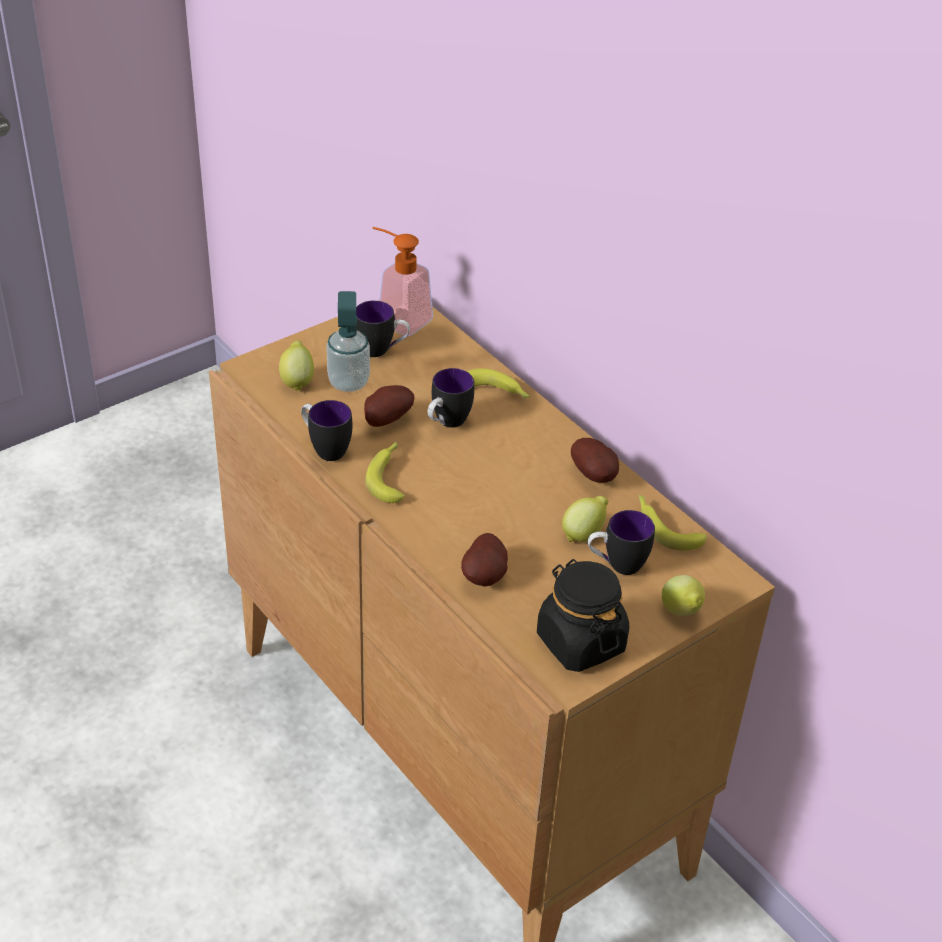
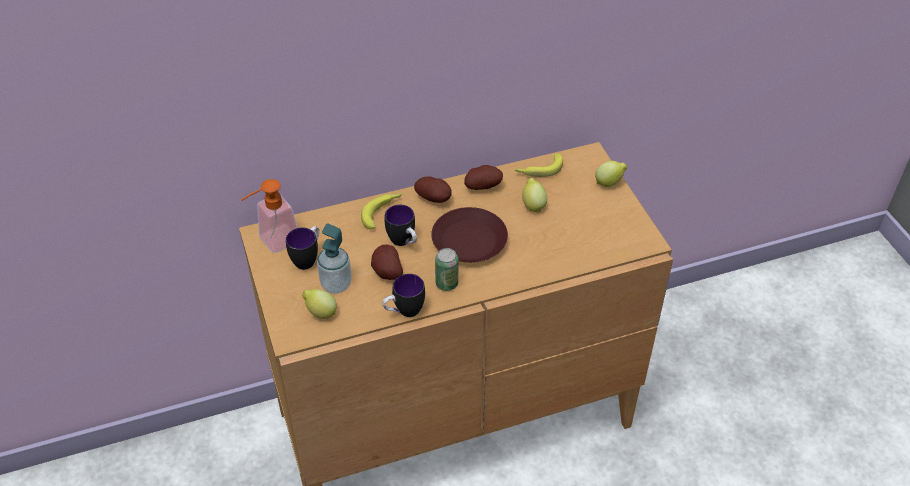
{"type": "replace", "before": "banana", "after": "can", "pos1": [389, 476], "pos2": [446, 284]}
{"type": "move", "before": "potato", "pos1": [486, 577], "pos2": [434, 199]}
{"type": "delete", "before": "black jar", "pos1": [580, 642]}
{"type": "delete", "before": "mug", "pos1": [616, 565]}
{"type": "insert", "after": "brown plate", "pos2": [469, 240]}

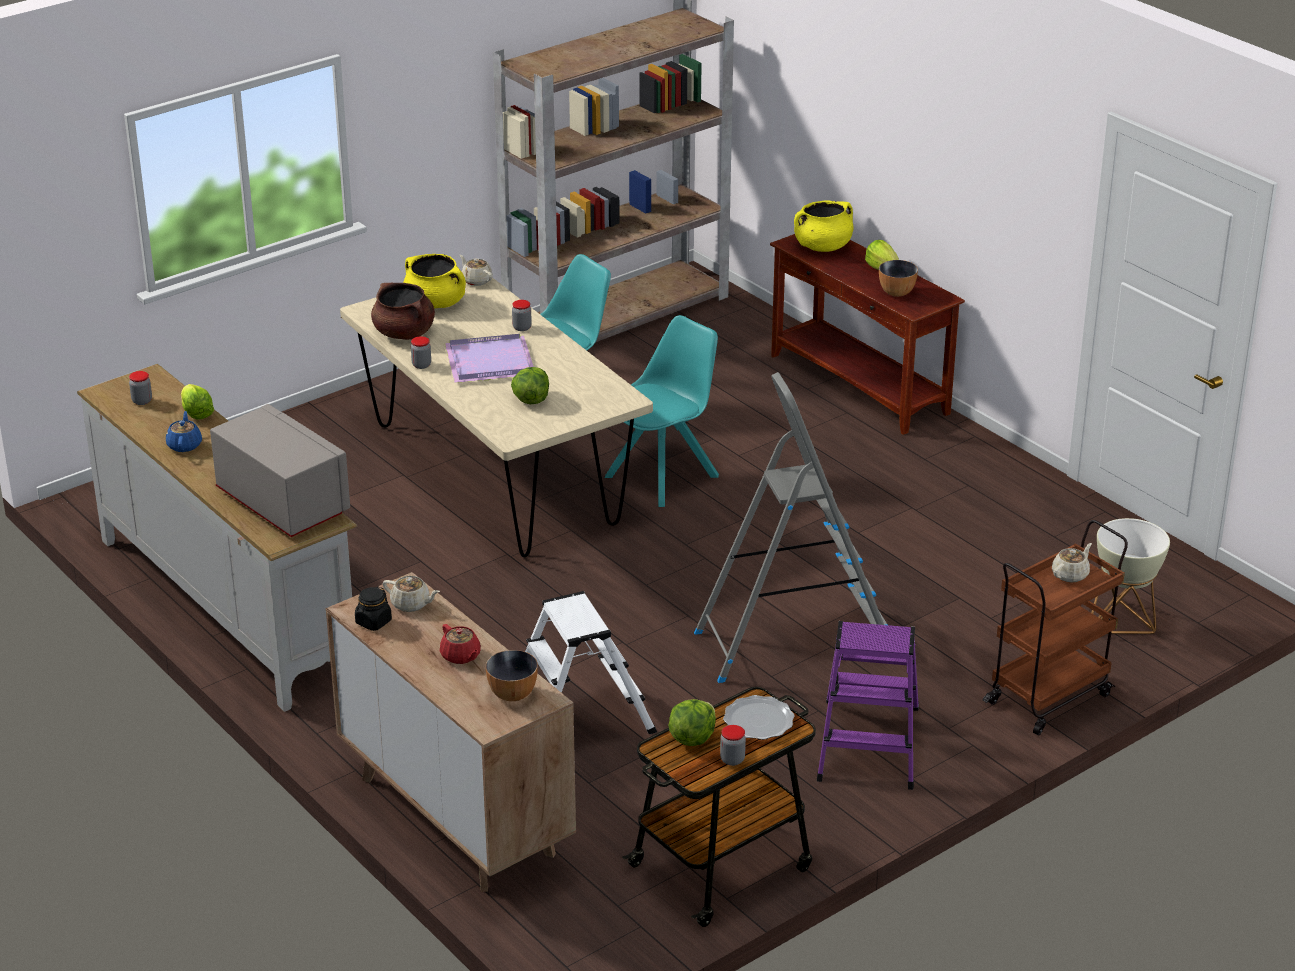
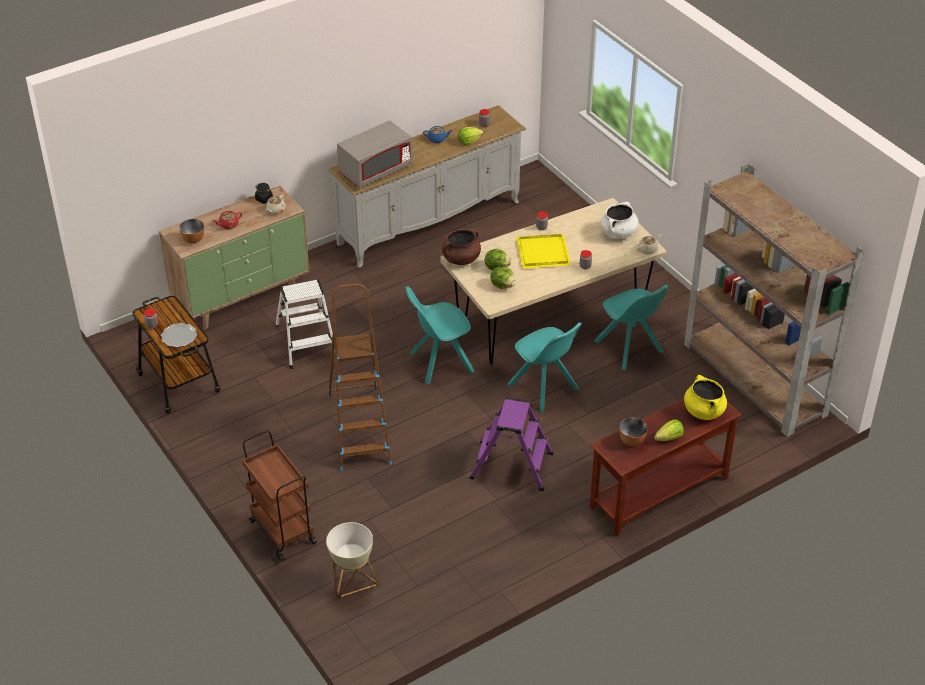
{"type": "move", "before": "brown cooking pot", "pos1": [404, 333], "pos2": [461, 259]}
{"type": "recolor", "before": "yellow cooking pot", "after": "white cooking pot", "pos1": [436, 303], "pos2": [618, 233]}
{"type": "recolor", "before": "purple tray", "after": "yellow tray", "pos1": [488, 361], "pos2": [544, 252]}
{"type": "move", "before": "lettuce", "pos1": [692, 738], "pos2": [503, 285]}
{"type": "recolor", "before": "grey step ladder", "after": "brown step ladder", "pos1": [795, 642], "pos2": [359, 429]}
{"type": "move", "before": "purple step ladder", "pos1": [868, 742], "pos2": [511, 466]}
{"type": "delete", "before": "beige teapot", "pos1": [1070, 574]}
{"type": "insert", "after": "turquoise chair", "pos2": [439, 362]}

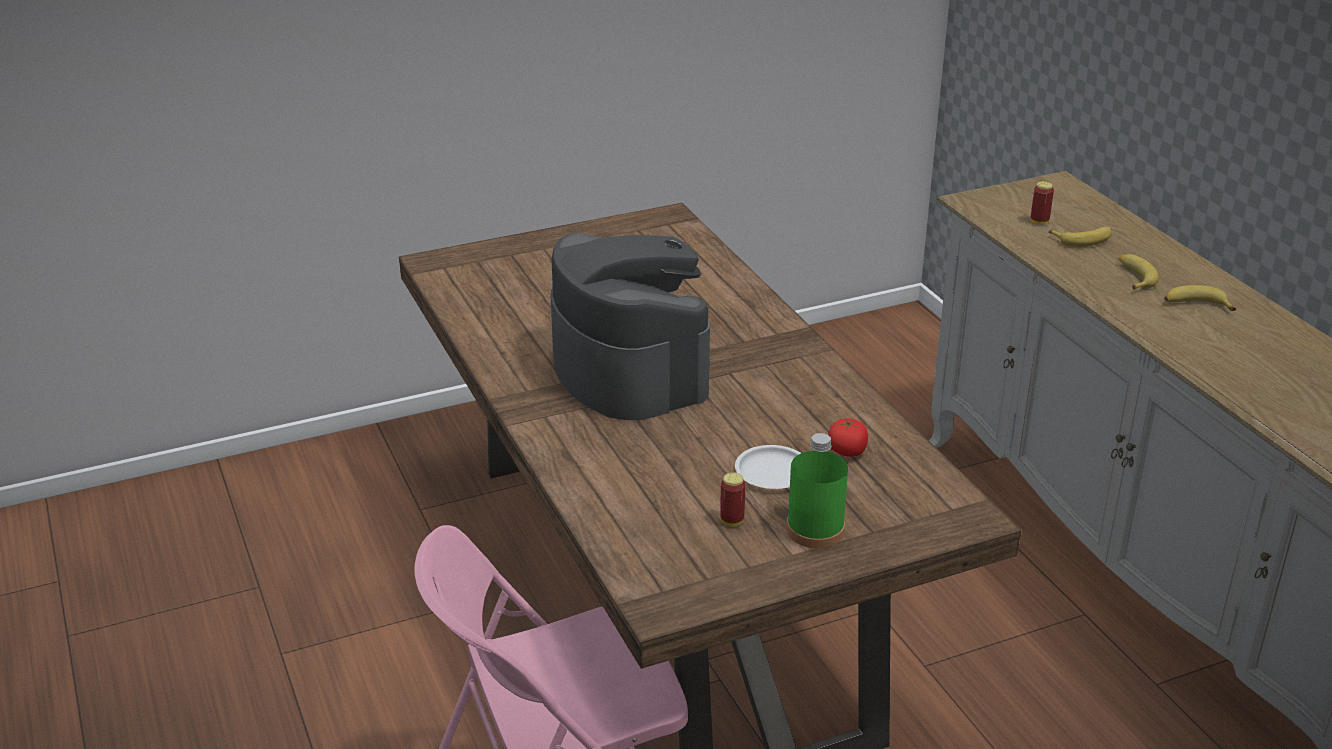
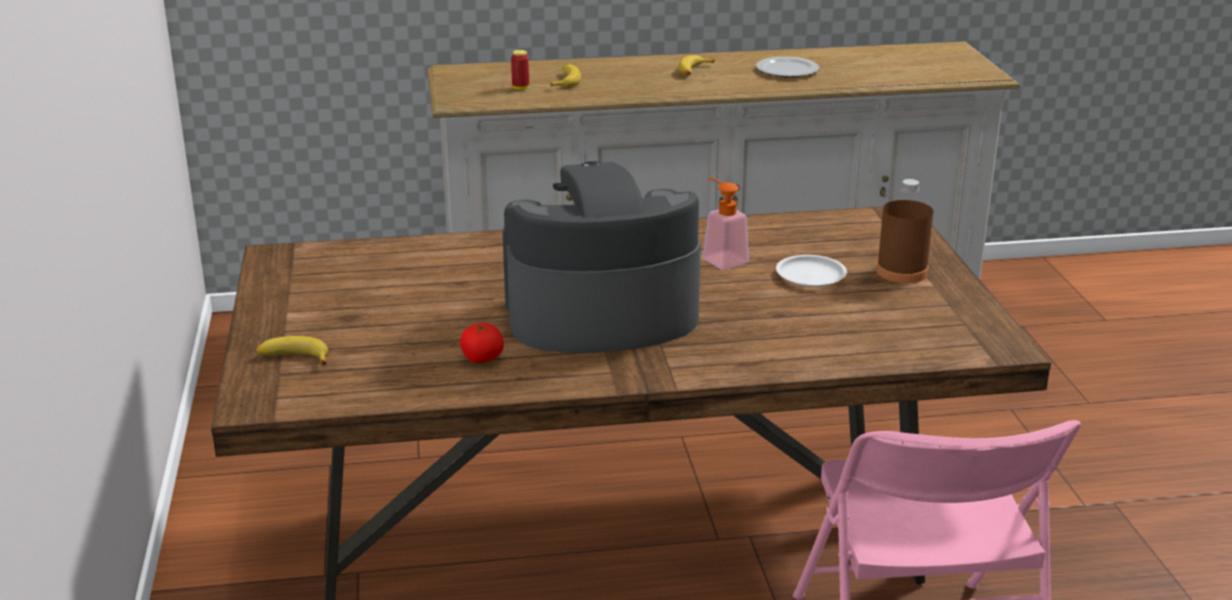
{"type": "delete", "before": "can", "pos1": [732, 521]}
{"type": "recolor", "before": "green bottle", "after": "brown bottle", "pos1": [815, 530], "pos2": [901, 272]}
{"type": "move", "before": "tomato", "pos1": [847, 451], "pos2": [482, 359]}
{"type": "move", "before": "banana", "pos1": [1133, 277], "pos2": [293, 359]}
{"type": "insert", "after": "soap dispenser", "pos2": [720, 258]}
{"type": "insert", "after": "plate", "pos2": [788, 70]}

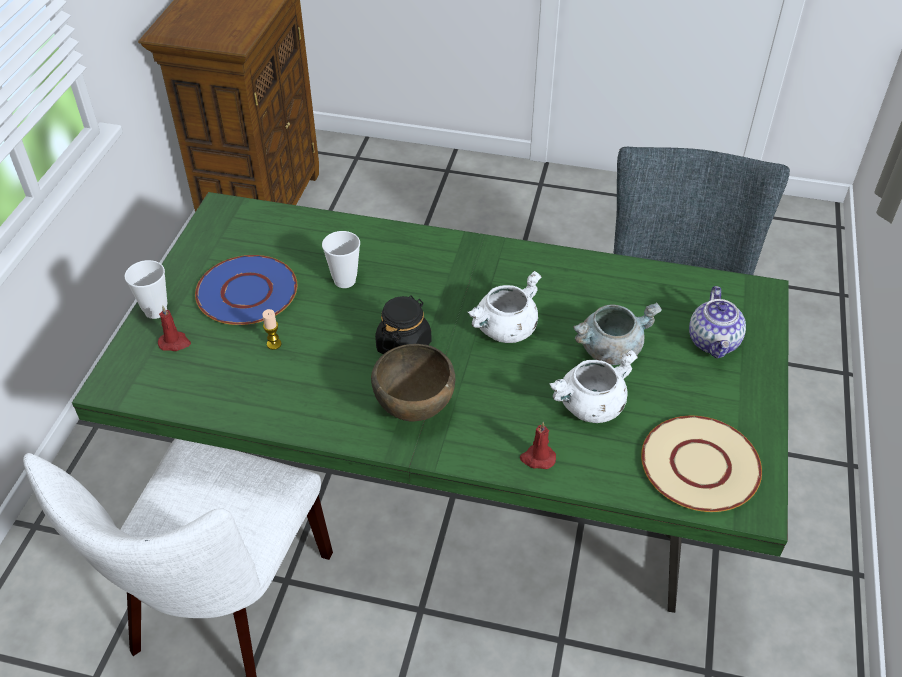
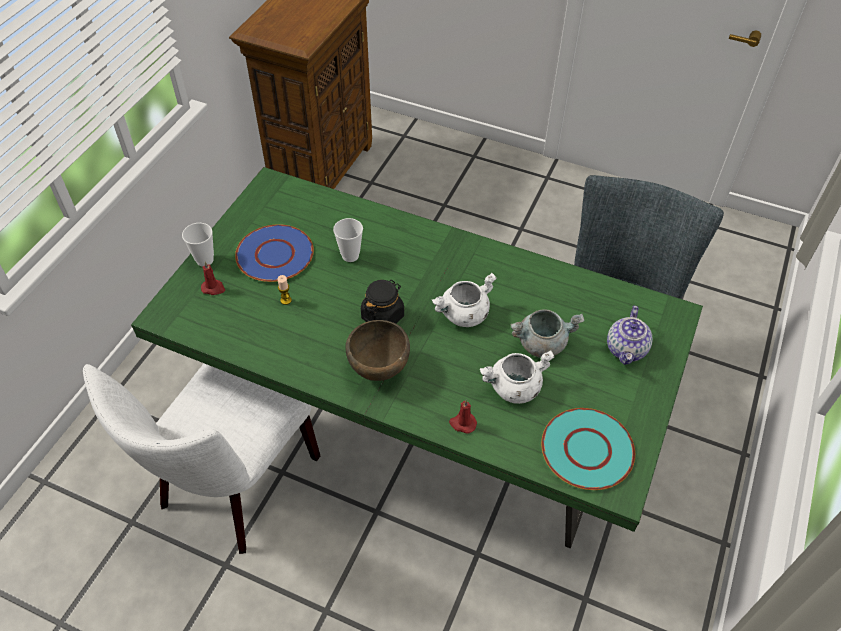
{"type": "recolor", "before": "beige plate", "after": "turquoise plate", "pos1": [699, 464], "pos2": [586, 449]}

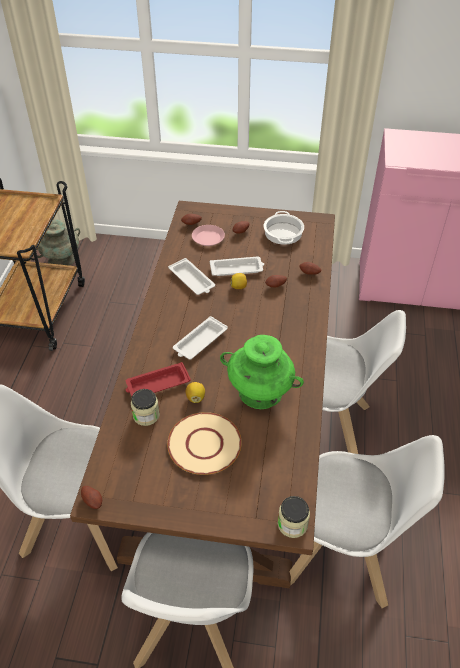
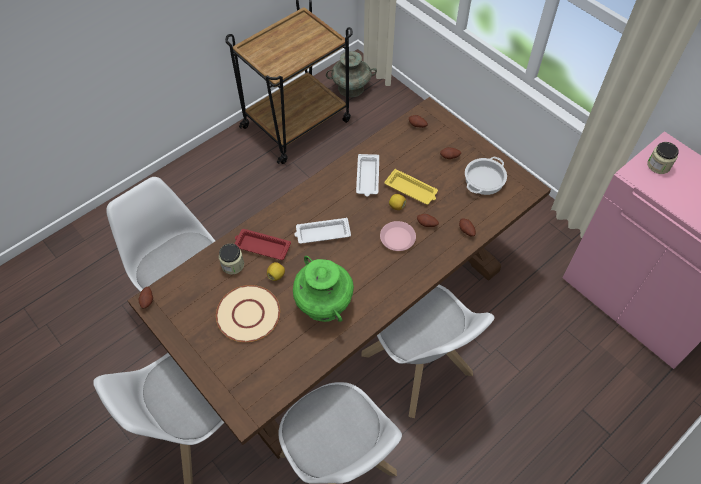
{"type": "move", "before": "pink plate", "pos1": [208, 238], "pos2": [397, 238]}
{"type": "recolor", "before": "white tray", "after": "yellow tray", "pos1": [237, 269], "pos2": [411, 190]}
{"type": "move", "before": "jar", "pos1": [292, 524], "pos2": [658, 165]}

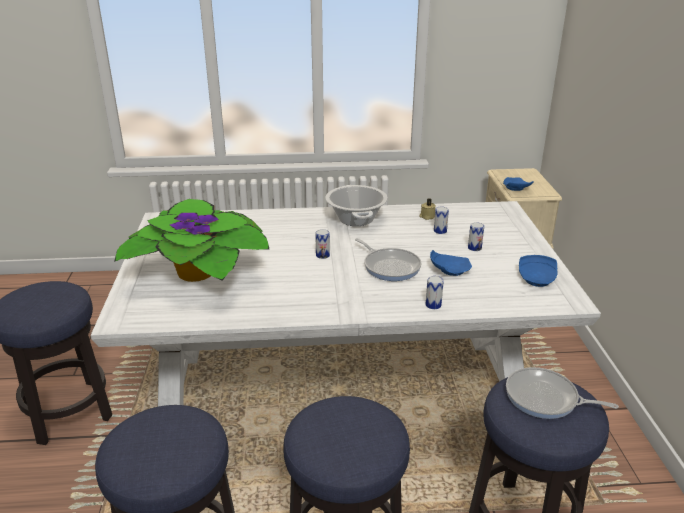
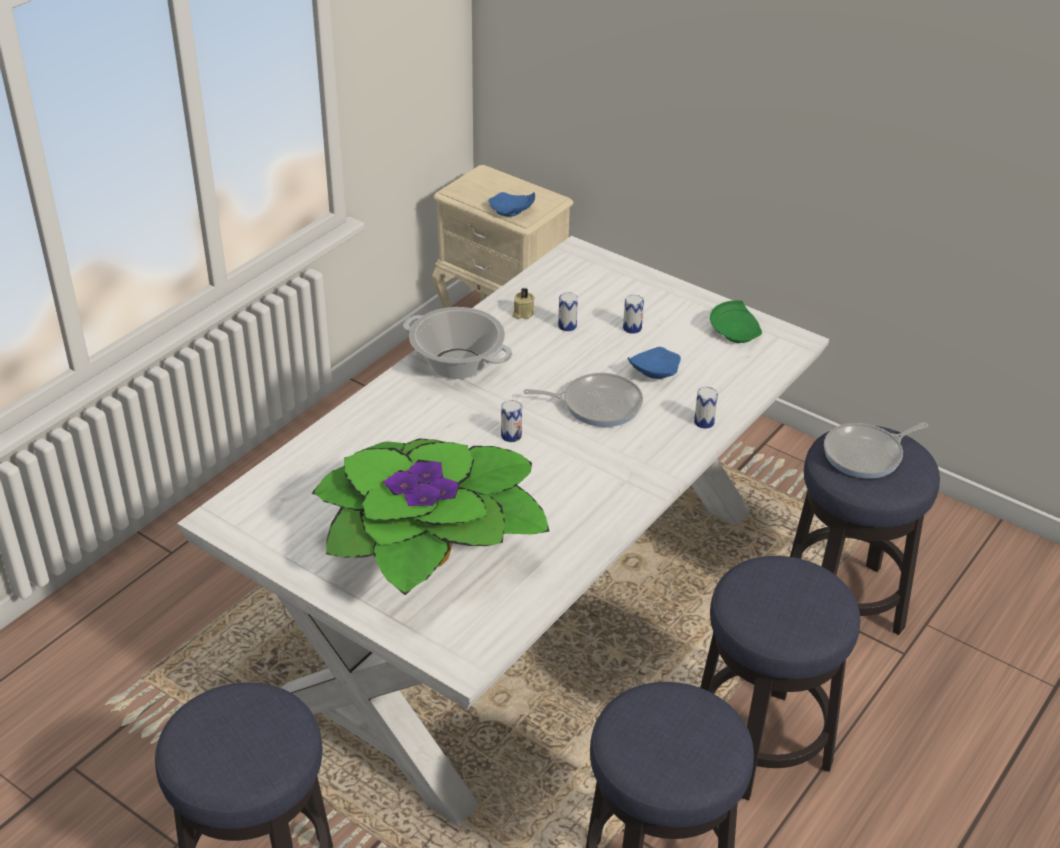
{"type": "recolor", "before": "blue plate", "after": "green plate", "pos1": [537, 278], "pos2": [735, 332]}

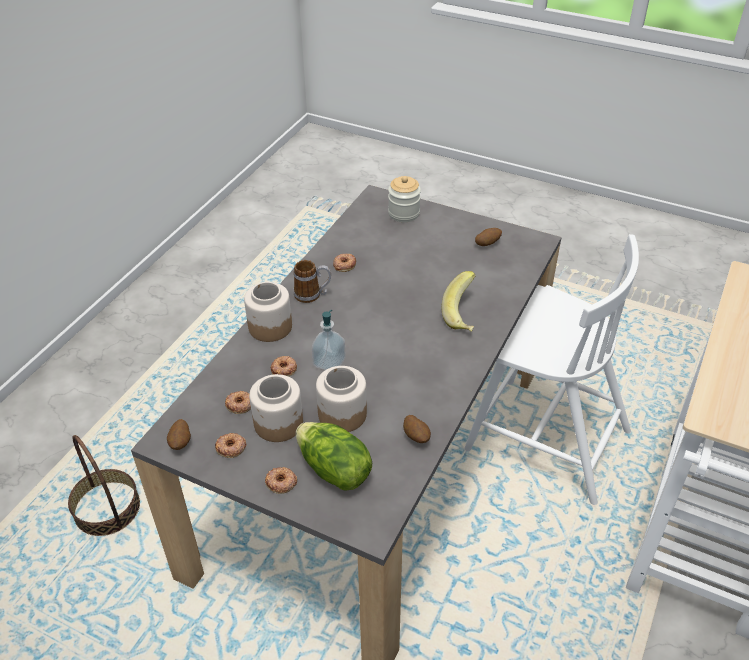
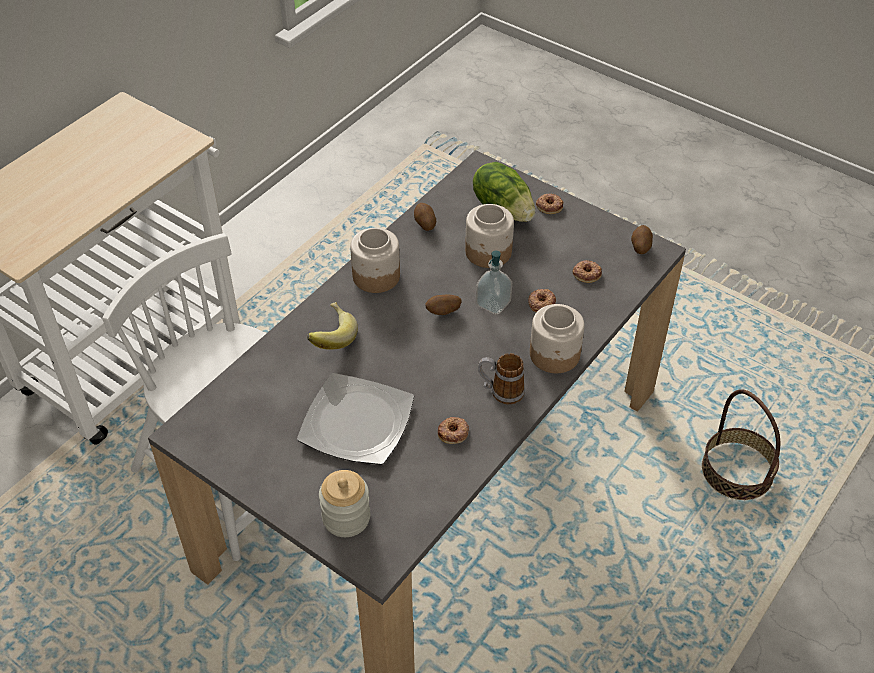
{"type": "delete", "before": "donut", "pos1": [231, 447]}
{"type": "move", "before": "jar", "pos1": [279, 423], "pos2": [375, 276]}
{"type": "move", "before": "potato", "pos1": [487, 244], "pos2": [443, 312]}
{"type": "insert", "after": "plate", "pos2": [356, 421]}

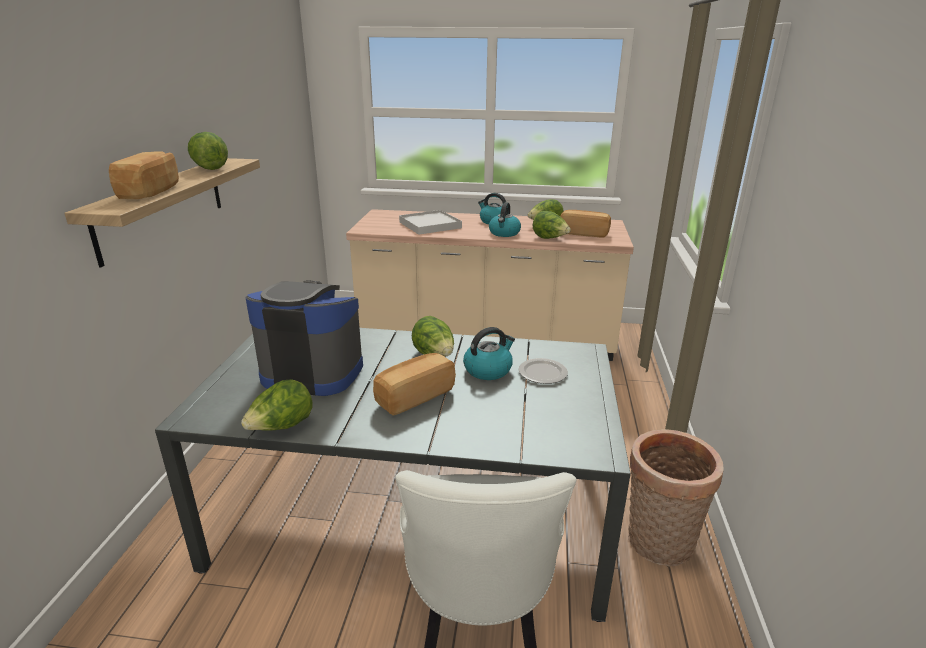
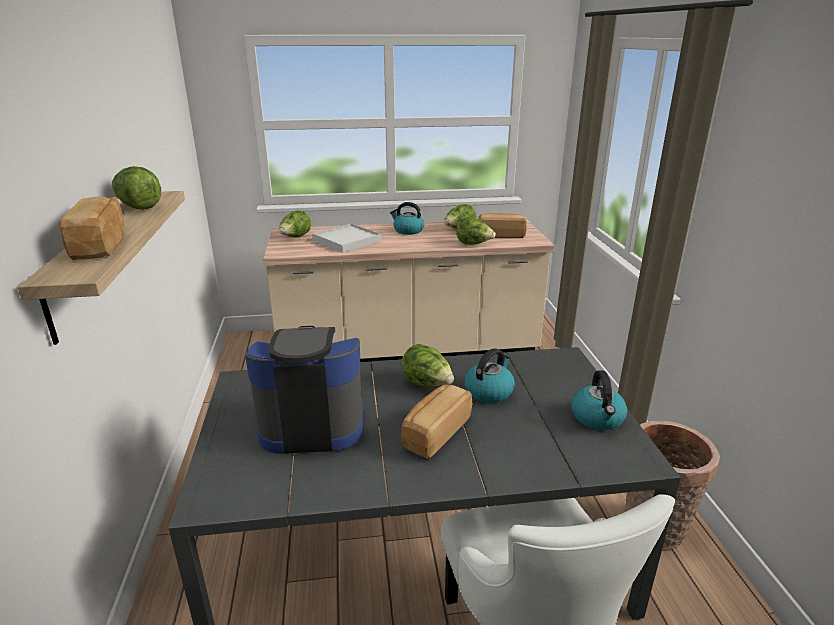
{"type": "move", "before": "lettuce", "pos1": [282, 428], "pos2": [295, 237]}
{"type": "move", "before": "kettle", "pos1": [504, 233], "pos2": [597, 418]}
{"type": "delete", "before": "plate", "pos1": [543, 372]}

